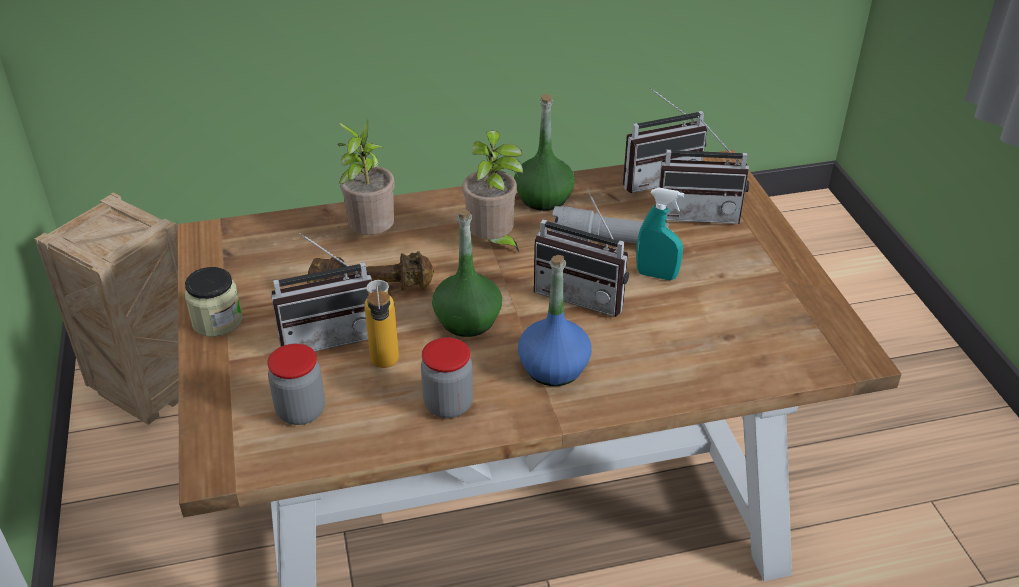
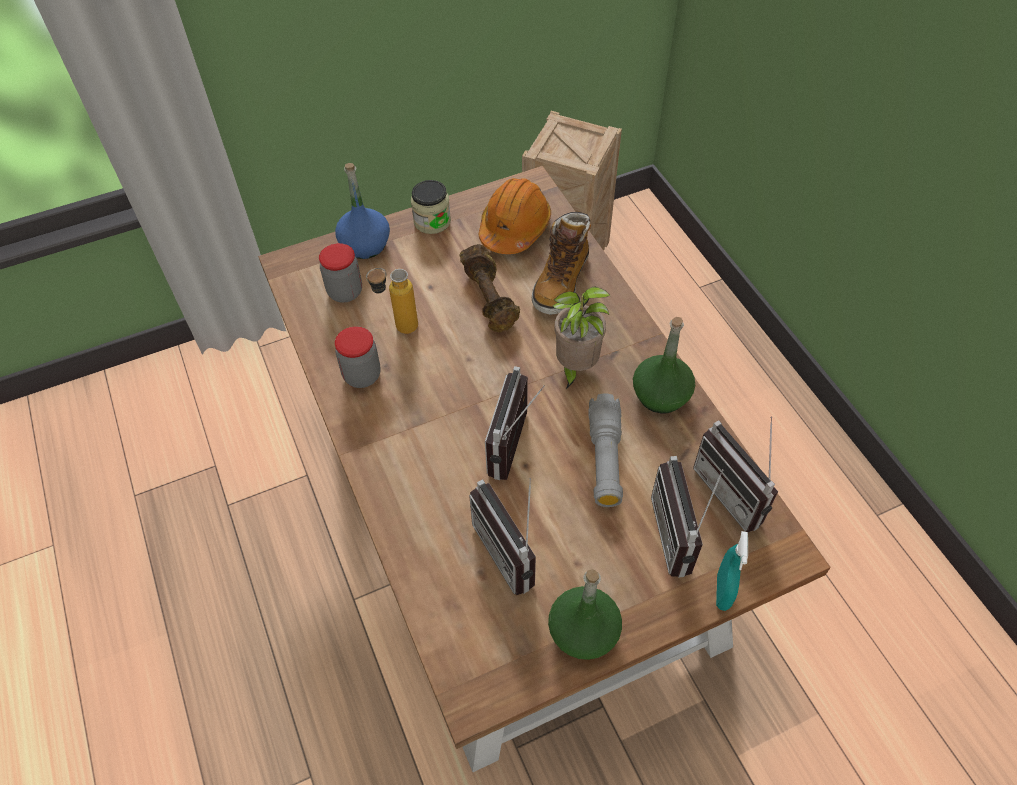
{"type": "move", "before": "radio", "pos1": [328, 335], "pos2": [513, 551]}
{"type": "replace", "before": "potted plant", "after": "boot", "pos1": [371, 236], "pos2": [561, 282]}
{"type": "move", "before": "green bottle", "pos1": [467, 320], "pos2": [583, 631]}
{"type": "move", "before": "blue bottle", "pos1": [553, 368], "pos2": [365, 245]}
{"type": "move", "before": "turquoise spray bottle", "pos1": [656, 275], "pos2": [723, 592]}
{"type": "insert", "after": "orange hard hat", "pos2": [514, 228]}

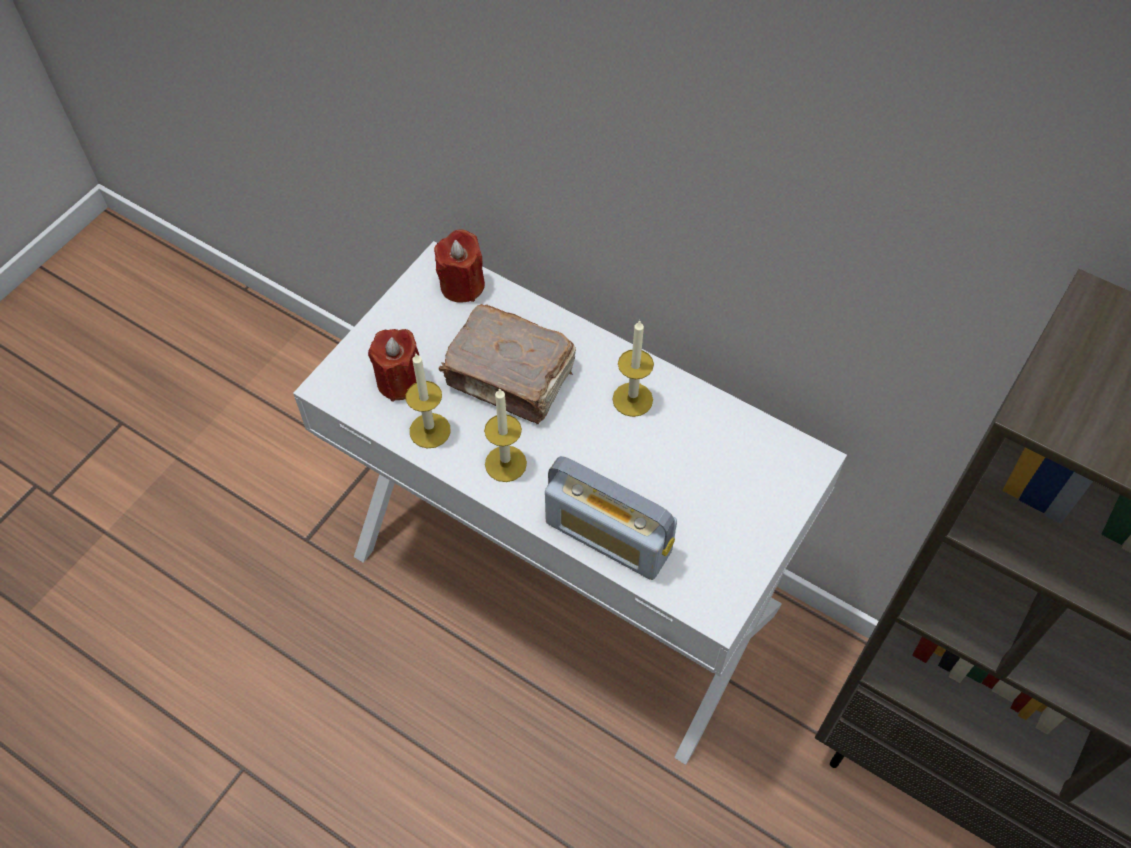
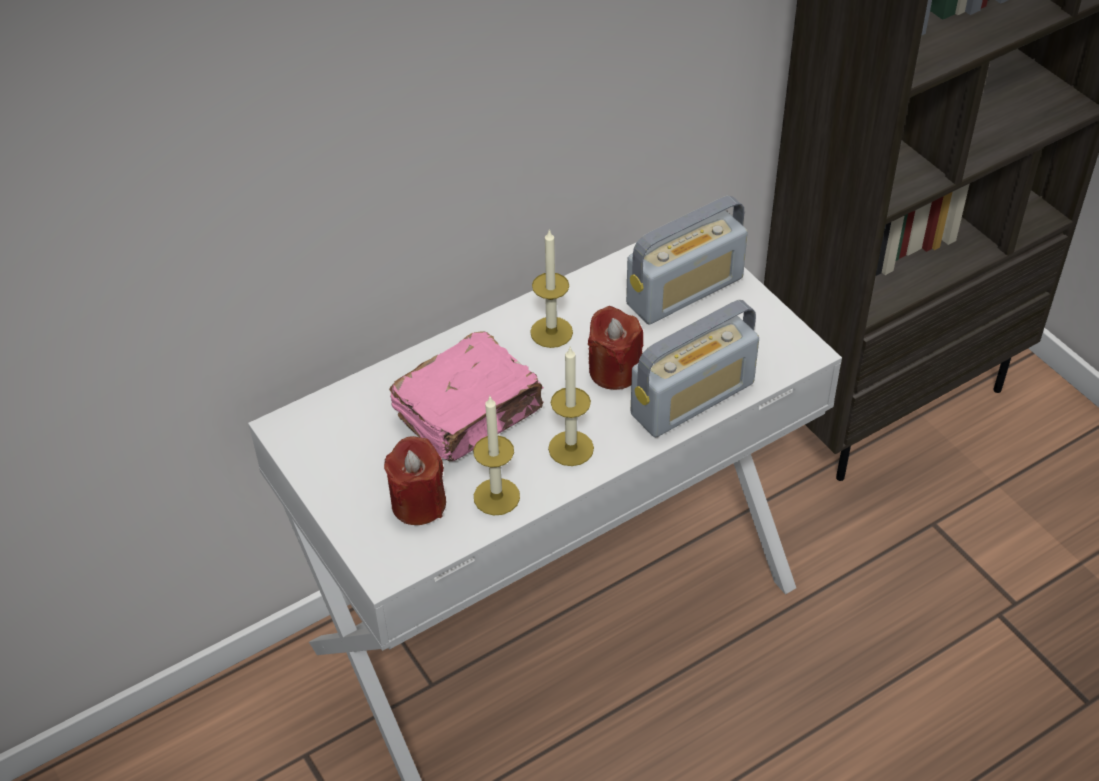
{"type": "move", "before": "red candle", "pos1": [462, 285], "pos2": [614, 371]}
{"type": "recolor", "before": "brown book", "after": "pink book", "pos1": [511, 377], "pos2": [470, 413]}
{"type": "insert", "after": "radio", "pos2": [685, 291]}

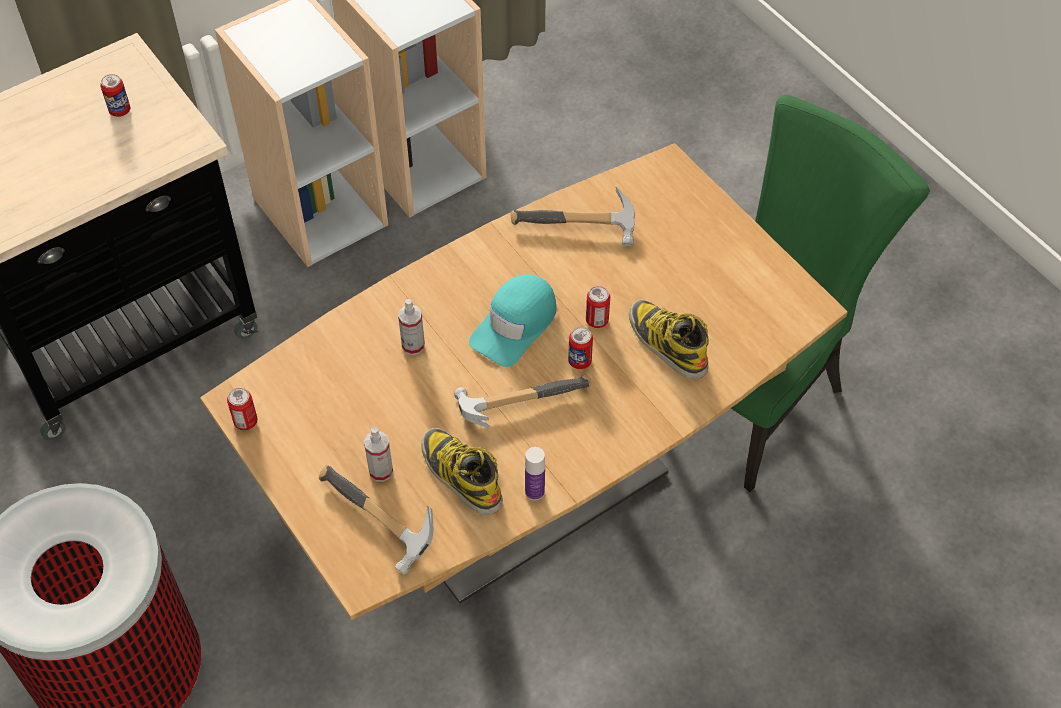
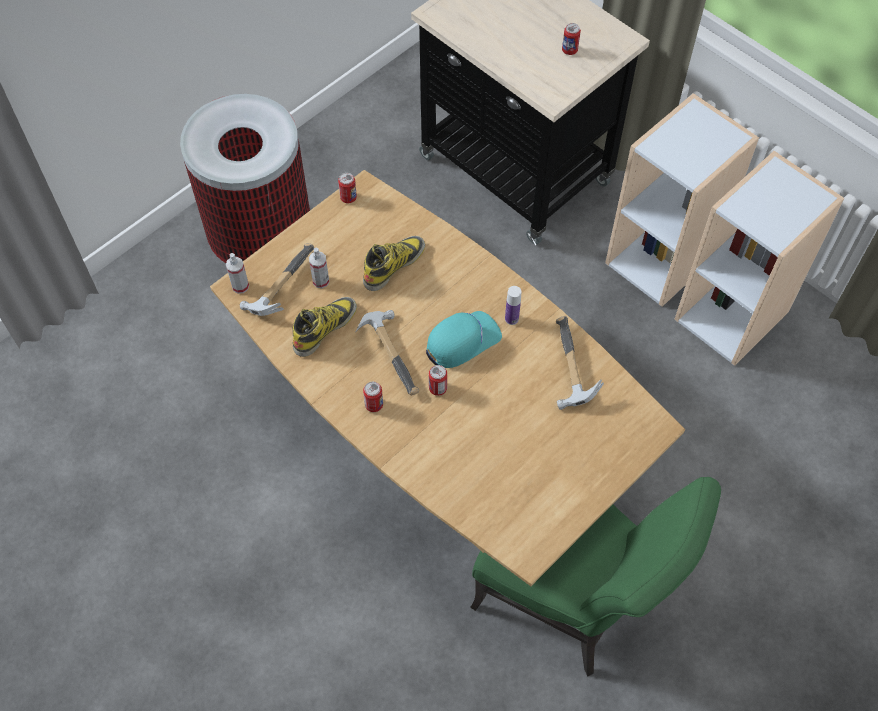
{"type": "move", "before": "spray bottle", "pos1": [413, 345], "pos2": [240, 286]}
{"type": "rotate", "before": "turquoise cap", "pos1": [515, 325], "pos2": [462, 341], "turn": 120}
{"type": "move", "before": "bottle", "pos1": [534, 492], "pos2": [511, 319]}
{"type": "move", "before": "can", "pos1": [597, 320], "pos2": [374, 405]}
{"type": "move", "before": "boot", "pos1": [666, 343], "pos2": [394, 265]}

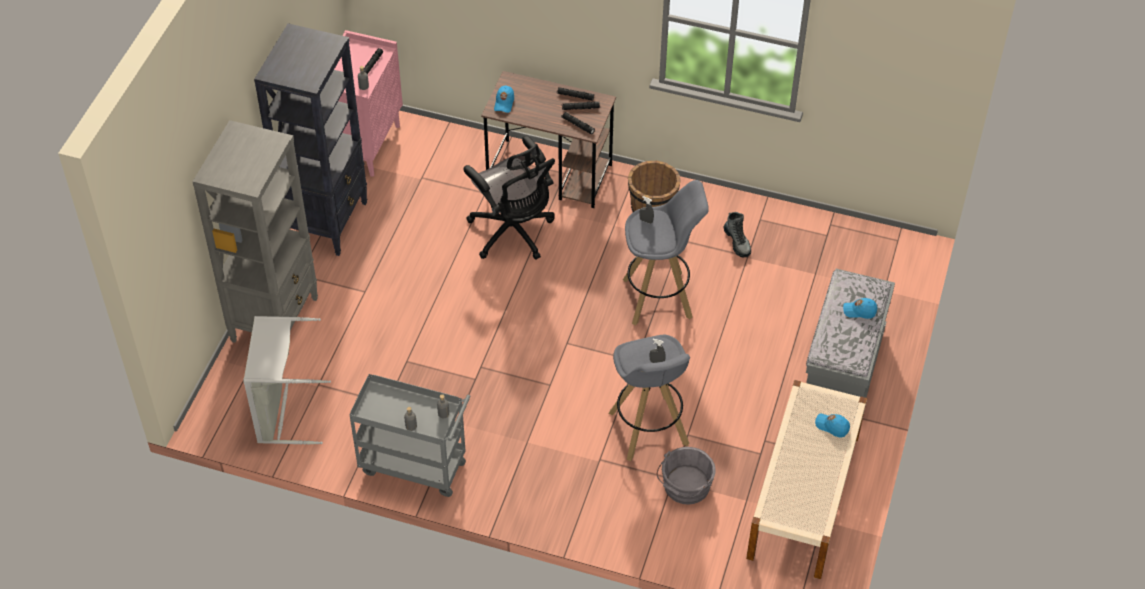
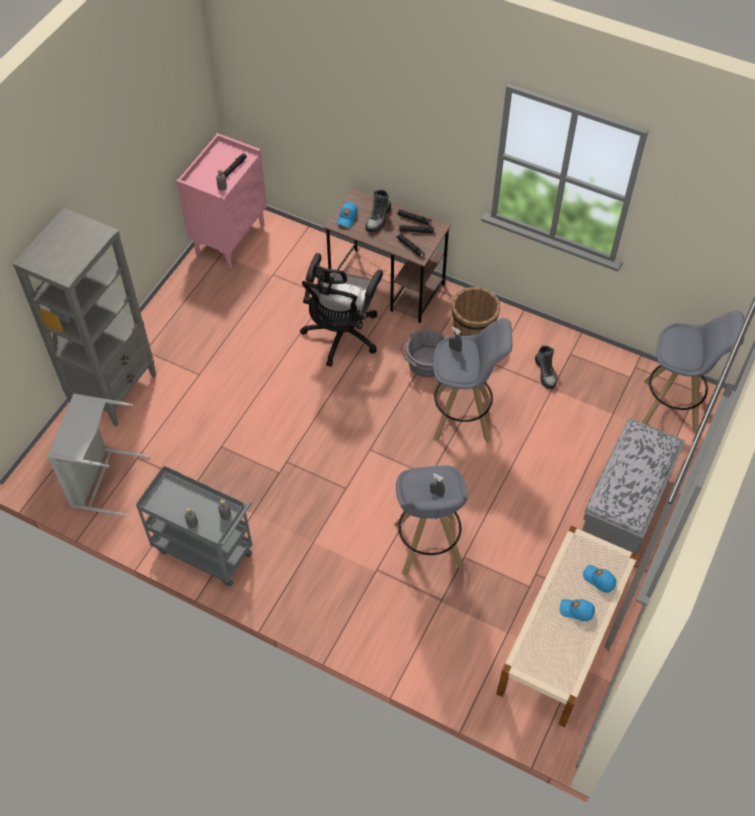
{"type": "delete", "before": "black bookcase", "pos1": [327, 221]}
{"type": "rotate", "before": "office chair", "pos1": [512, 231], "pos2": [342, 335], "turn": 45}
{"type": "move", "before": "grey bucket", "pos1": [685, 487], "pos2": [425, 363]}
{"type": "move", "before": "blue cap", "pos1": [859, 311], "pos2": [576, 610]}
{"type": "insert", "after": "boot", "pos2": [378, 219]}
{"type": "insert", "after": "grey stool", "pos2": [673, 407]}

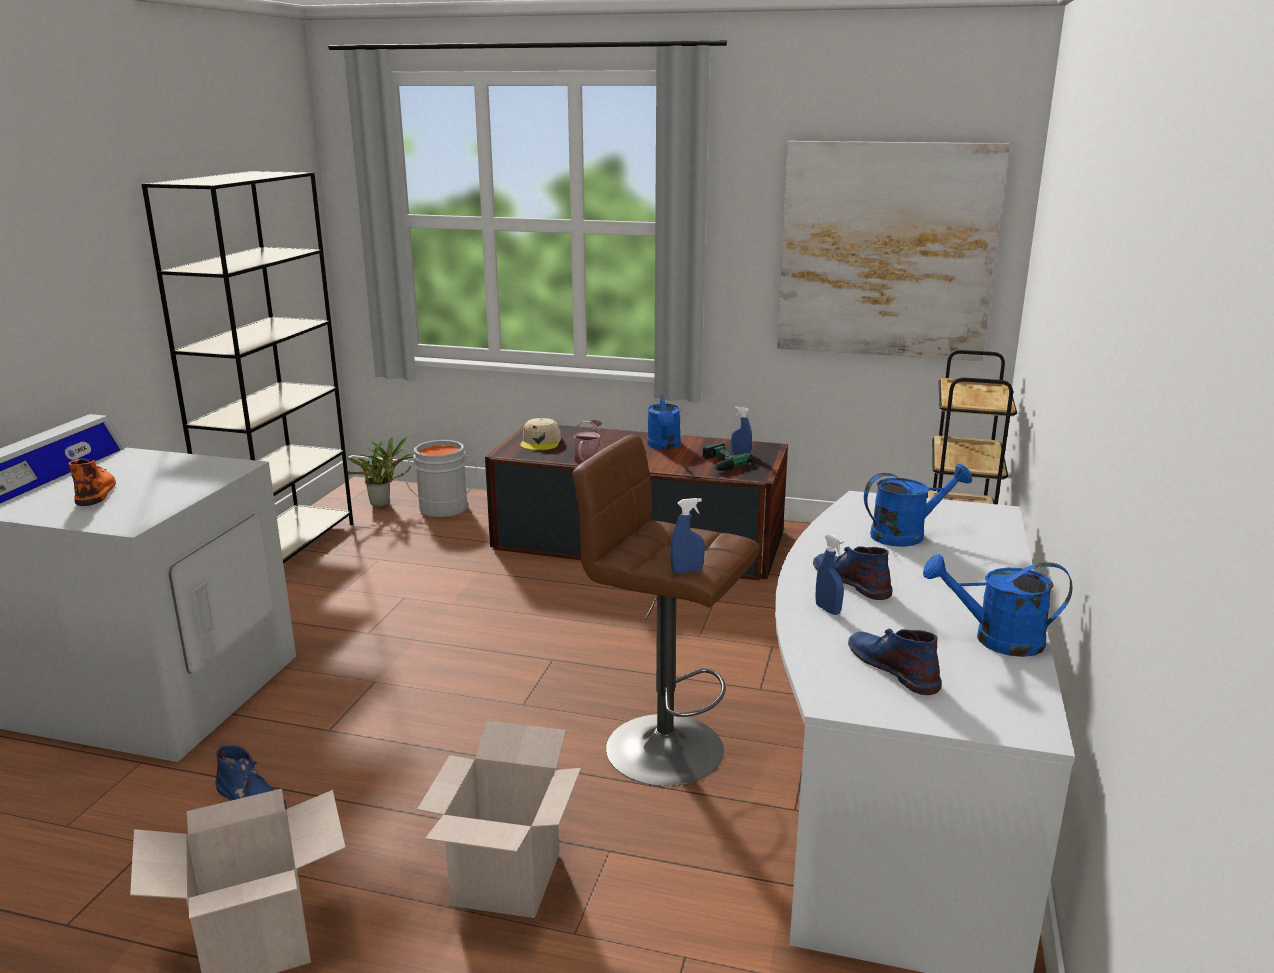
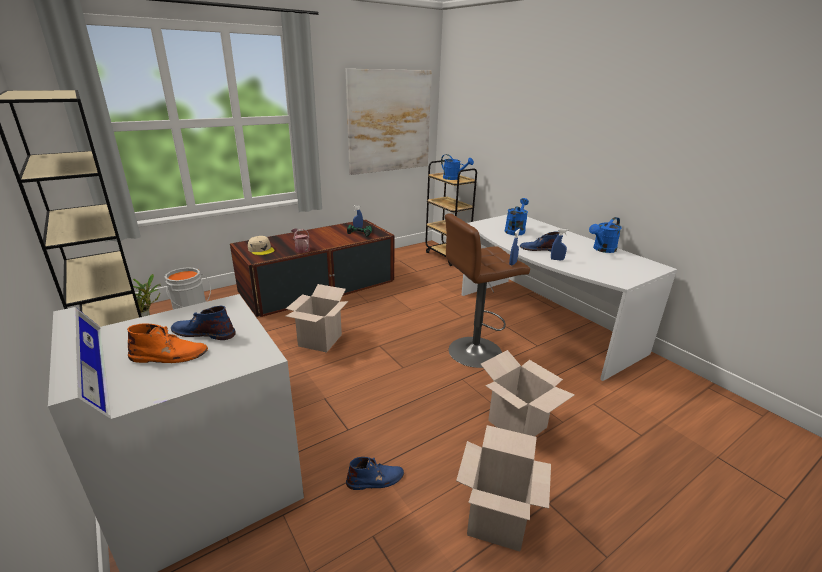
{"type": "rotate", "before": "orange boot", "pos1": [95, 491], "pos2": [169, 355], "turn": 150}
{"type": "move", "before": "blue watering can", "pos1": [664, 446], "pos2": [454, 178]}
{"type": "move", "before": "blue boot", "pos1": [892, 667], "pos2": [203, 332]}
{"type": "insert", "after": "cardboard box", "pos2": [320, 340]}

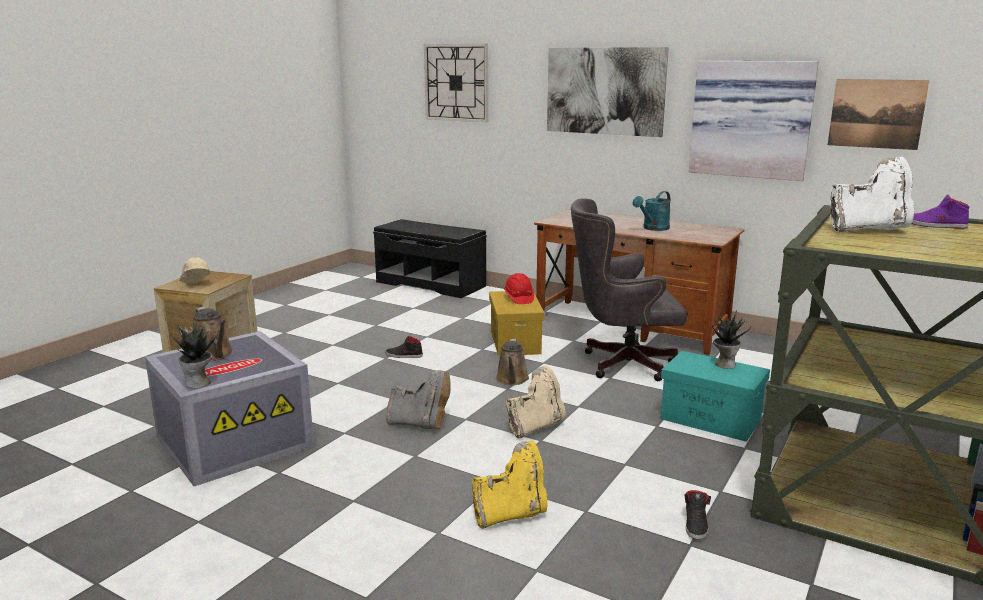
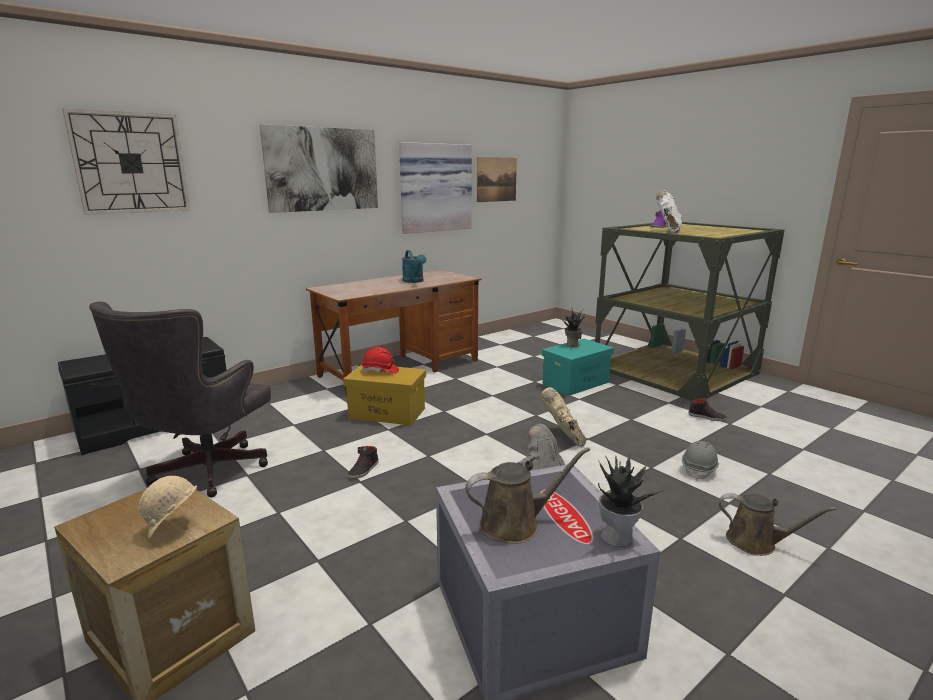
{"type": "replace", "before": "yellow boot", "after": "grey hard hat", "pos1": [511, 514], "pos2": [699, 469]}
{"type": "move", "before": "brown watering can", "pos1": [512, 380], "pos2": [756, 542]}
{"type": "move", "before": "grey office chair", "pos1": [621, 364], "pos2": [205, 473]}

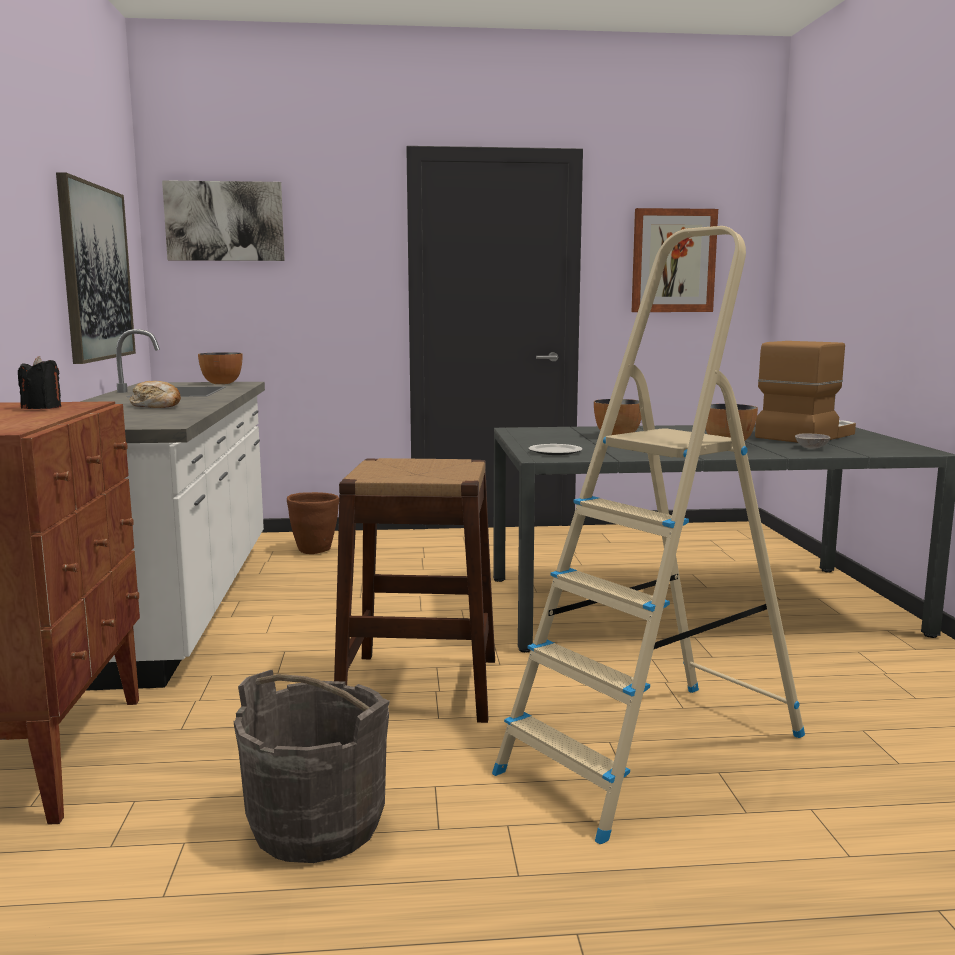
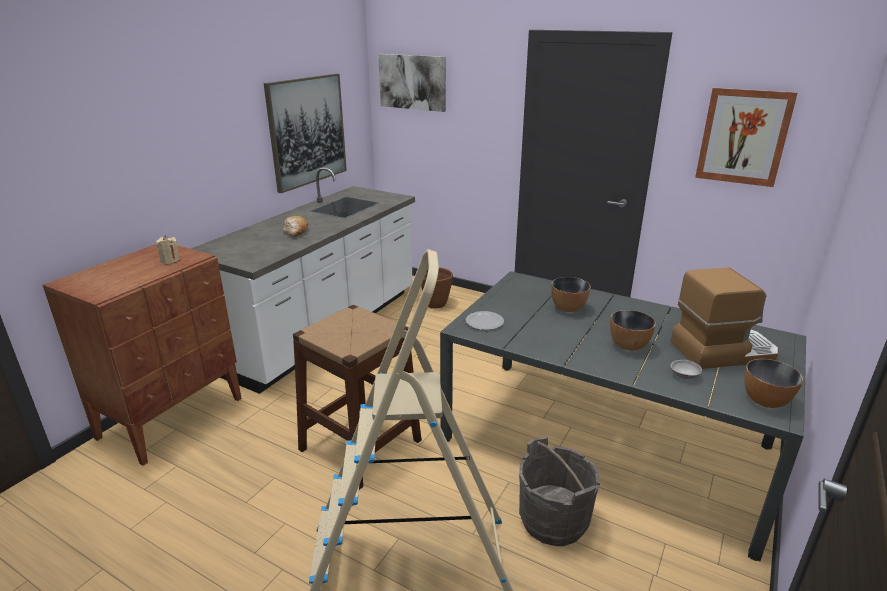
{"type": "recolor", "before": "black candle", "after": "beige candle", "pos1": [42, 408], "pos2": [170, 260]}
{"type": "move", "before": "bowl", "pos1": [222, 383], "pos2": [765, 401]}
{"type": "move", "before": "grey bucket", "pos1": [316, 825], "pos2": [553, 520]}

